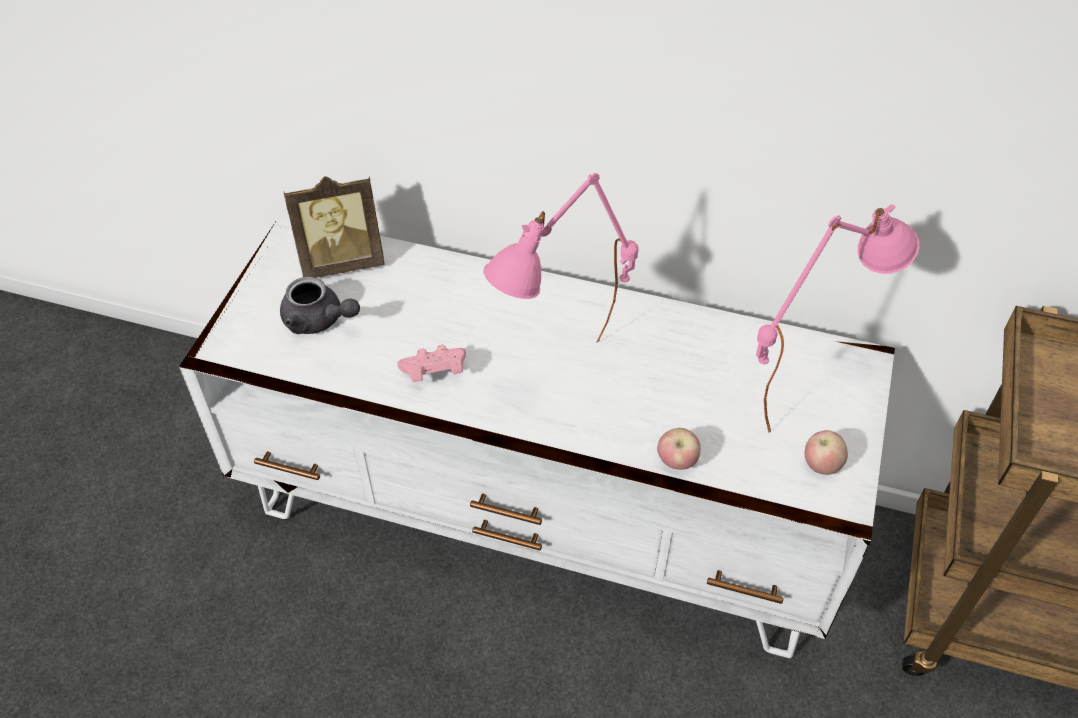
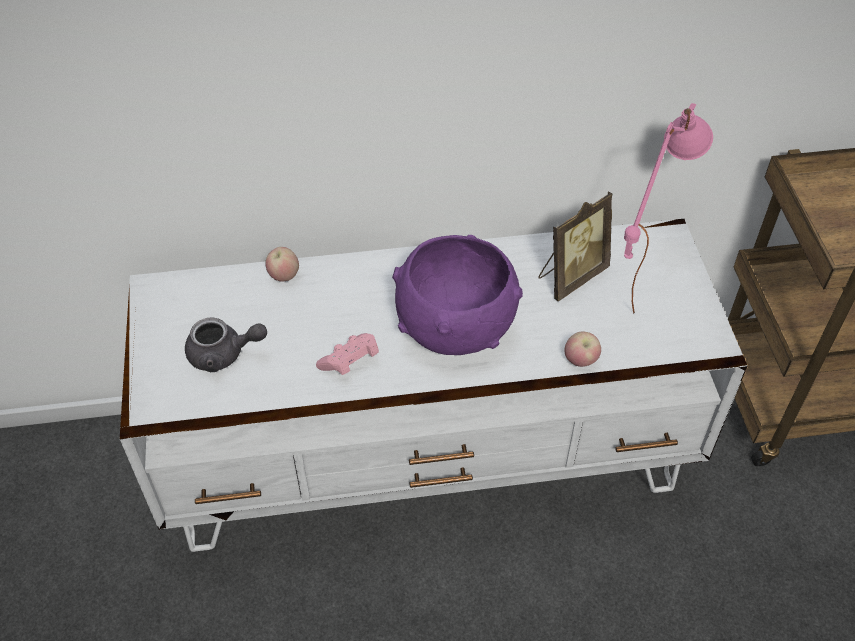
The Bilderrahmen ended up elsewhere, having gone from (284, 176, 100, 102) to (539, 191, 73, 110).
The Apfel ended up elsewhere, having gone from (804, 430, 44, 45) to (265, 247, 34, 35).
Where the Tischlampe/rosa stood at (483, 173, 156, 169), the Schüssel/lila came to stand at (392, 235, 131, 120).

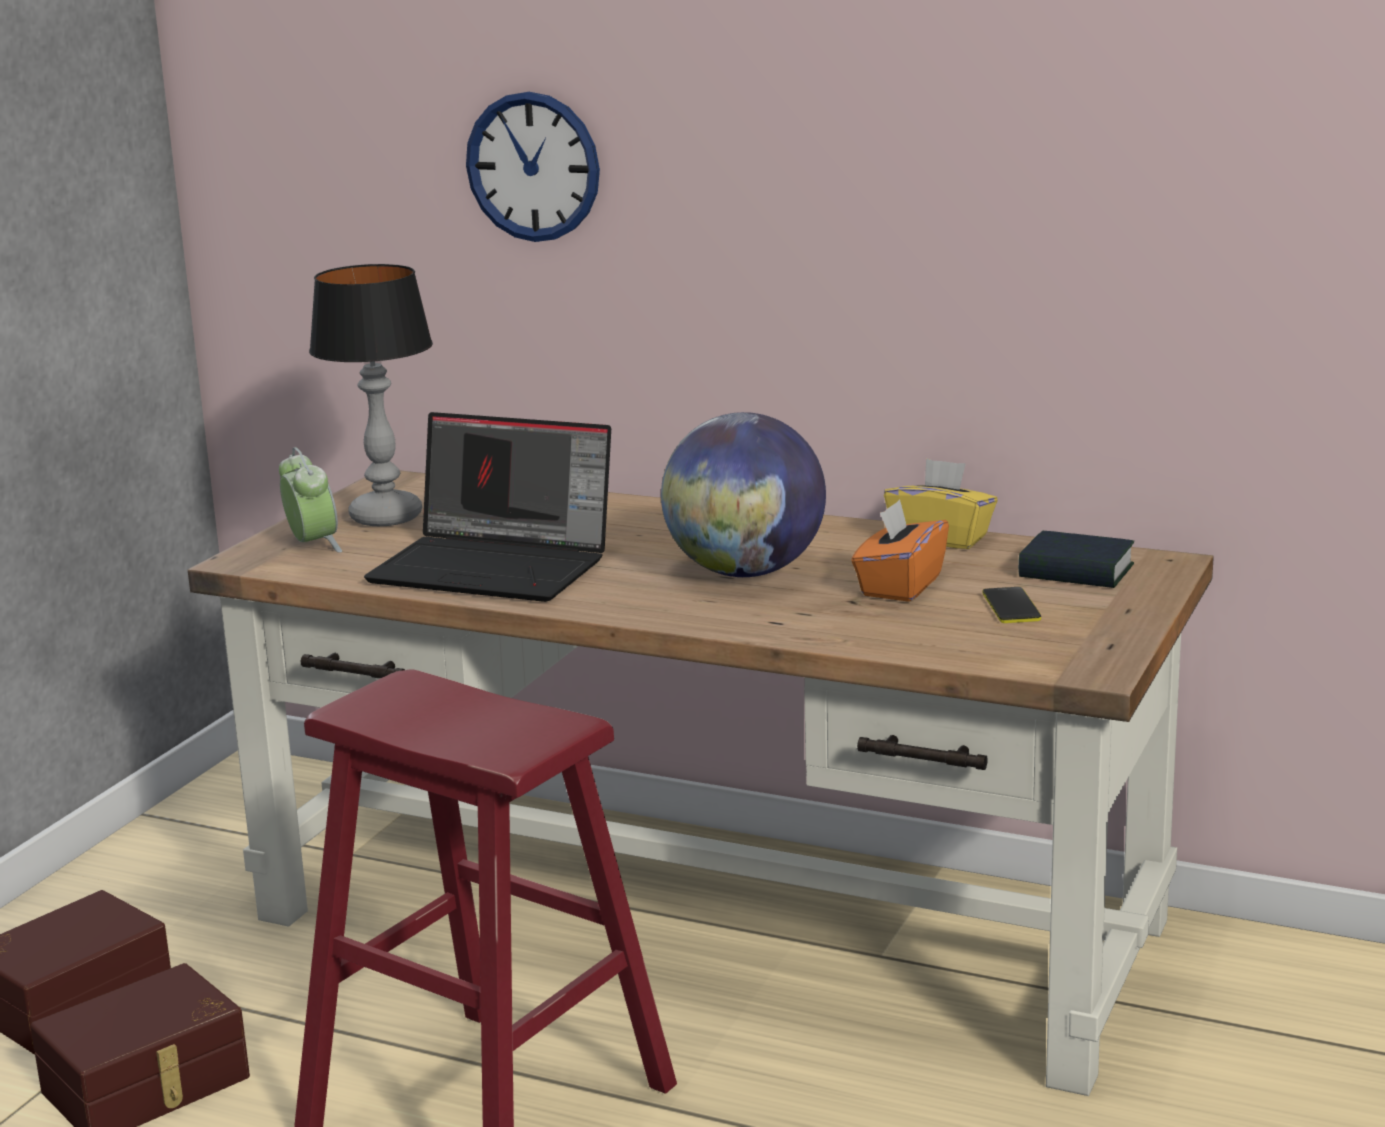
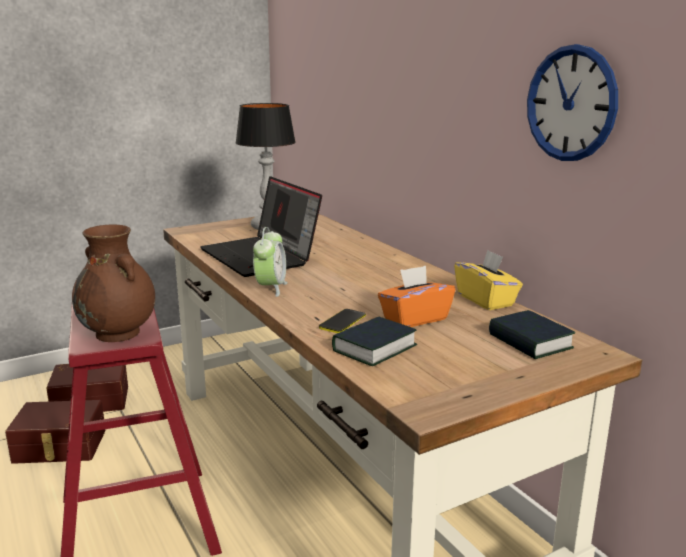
The second view lost the Globus at (661, 412, 165, 165).
The second view gained the Vase/braun at (72, 224, 83, 118).
The second view gained the Buch at (332, 317, 86, 49).
The Wecker ended up elsewhere, having gone from (279, 447, 63, 106) to (253, 227, 35, 70).
The Wanduhr ended up elsewhere, having gone from (466, 92, 134, 150) to (527, 44, 91, 117).
The Handy ended up elsewhere, having gone from (982, 587, 59, 36) to (319, 309, 47, 24).

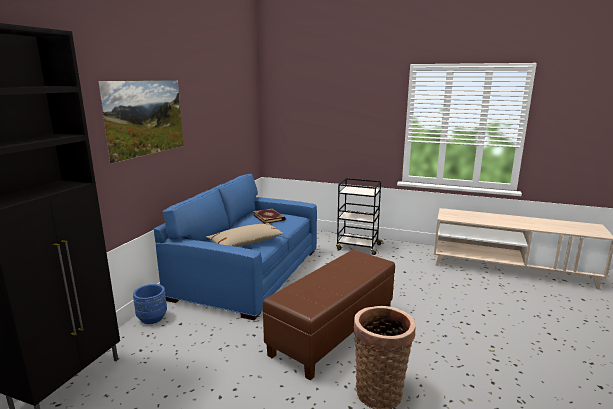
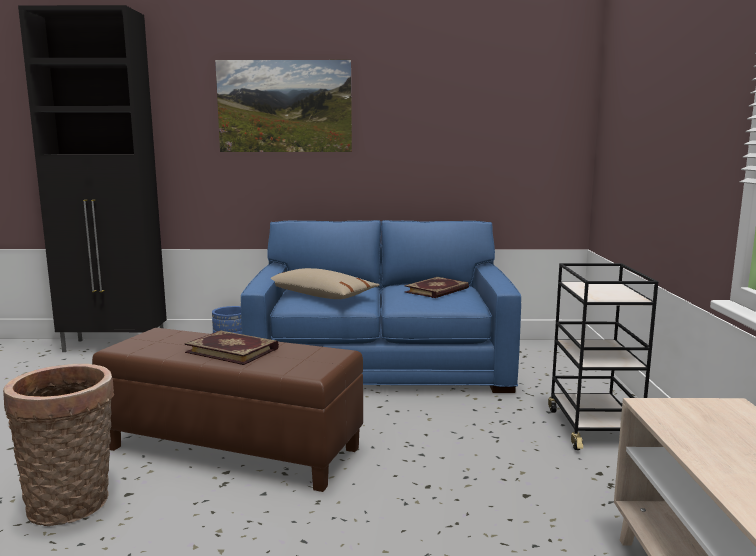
The second view gained the Buch at (184, 330, 95, 35).

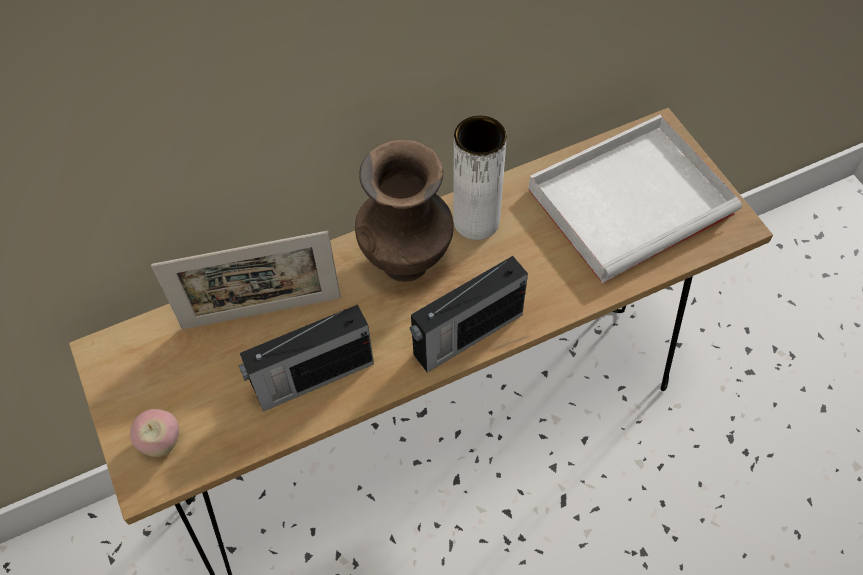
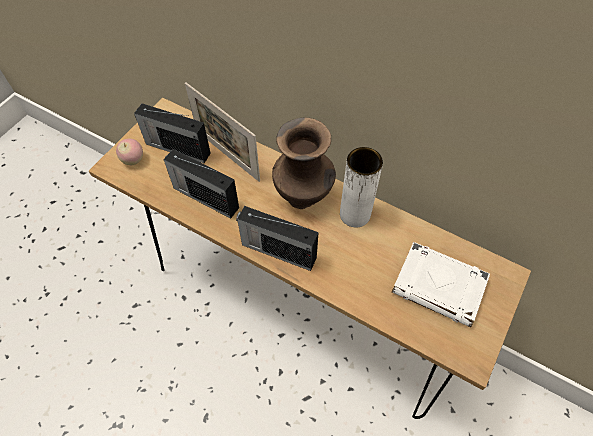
The second view gained the Radio at (134, 104, 77, 59).
Where the Tablett/weiß stood at (528, 115, 214, 168), the Buch/weiß came to stand at (392, 242, 98, 85).

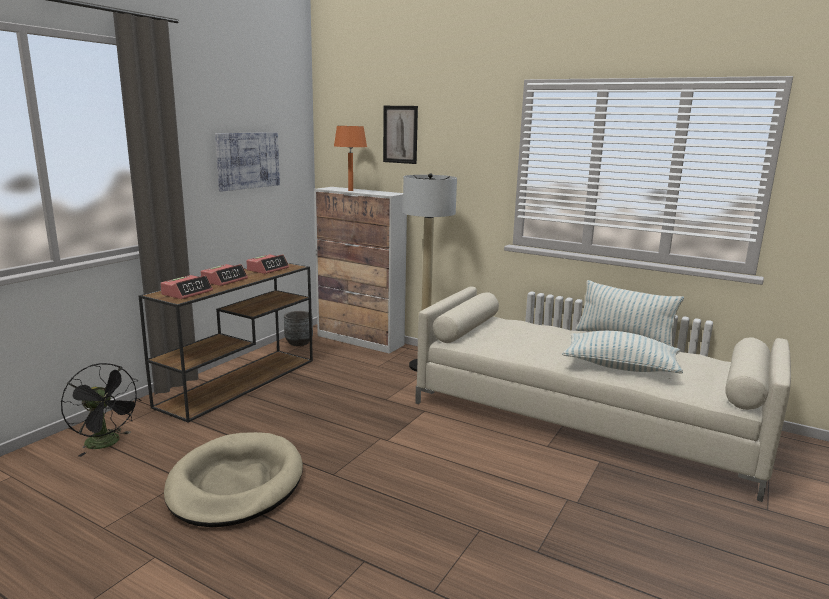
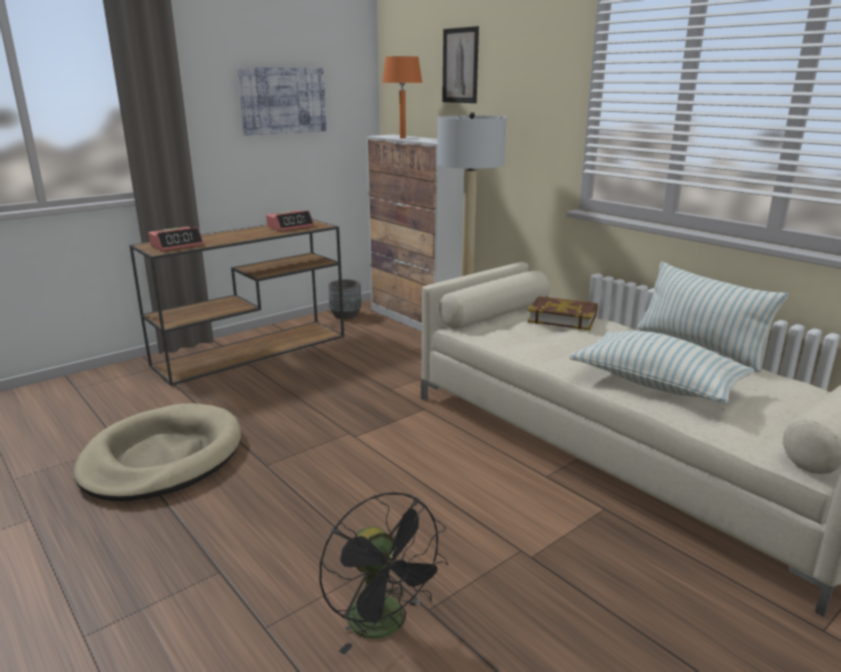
The second view lost the Wecker at (200, 264, 48, 22).
The second view gained the Buch at (527, 296, 71, 34).
The Ventilator/schwarz ended up elsewhere, having gone from (61, 363, 81, 94) to (319, 492, 130, 162).

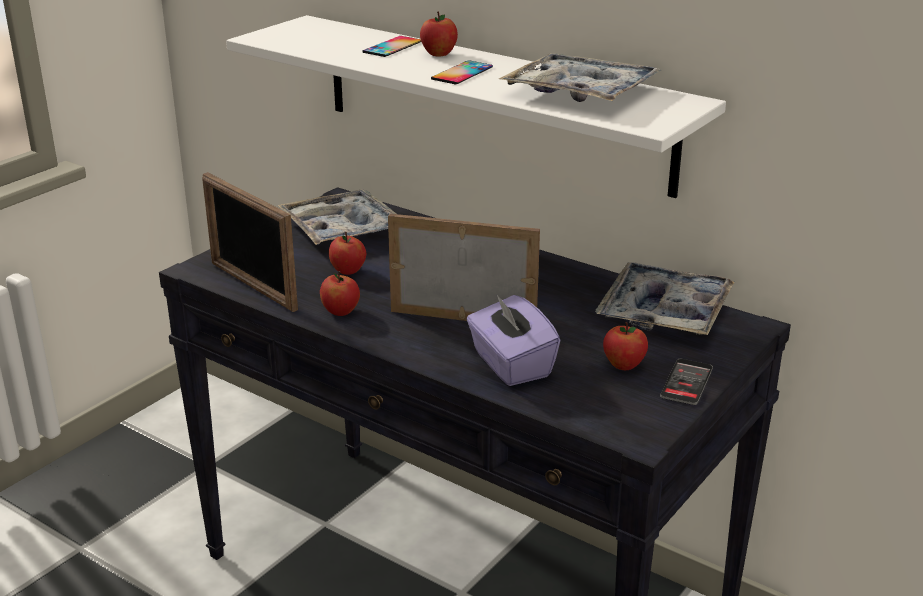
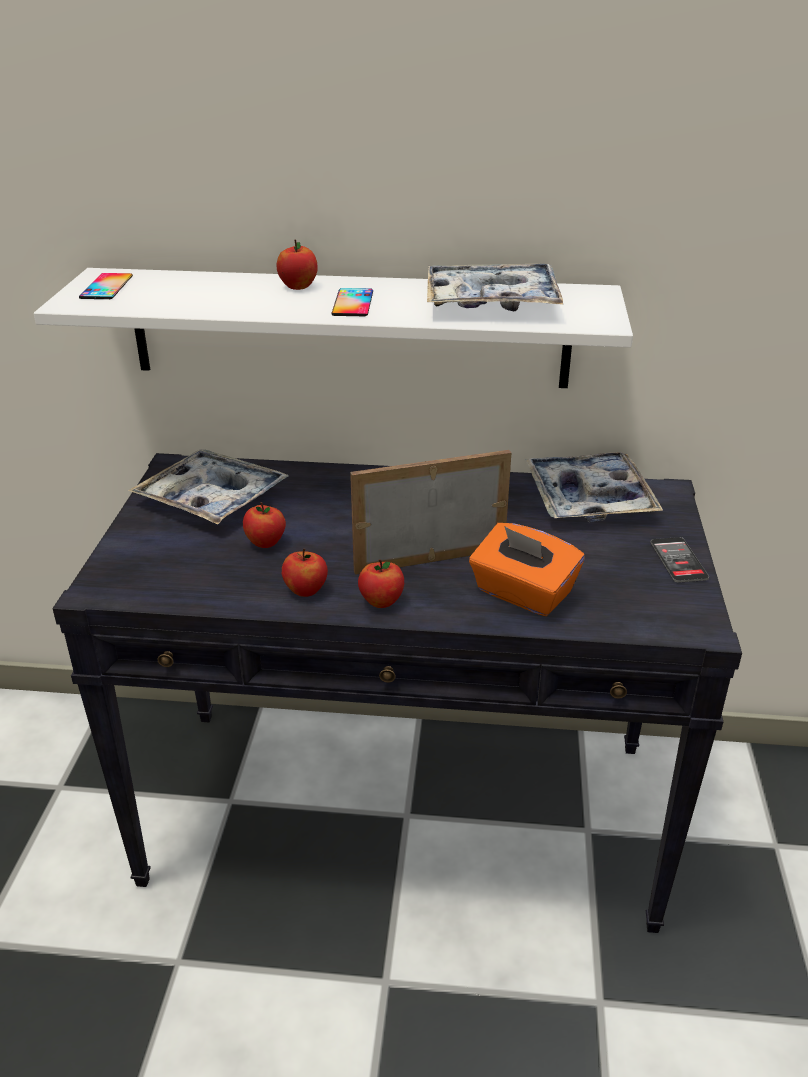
The second view lost the Bilderrahmen at (202, 172, 96, 140).
The Handy ended up elsewhere, having gone from (362, 36, 59, 21) to (79, 273, 54, 26).
The Apfel ended up elsewhere, having gone from (603, 322, 45, 48) to (358, 559, 46, 49).
What was the Taschentuchbox/lila at (466, 293, 95, 93) turned into the Taschentuchbox/orange at (469, 523, 115, 93).

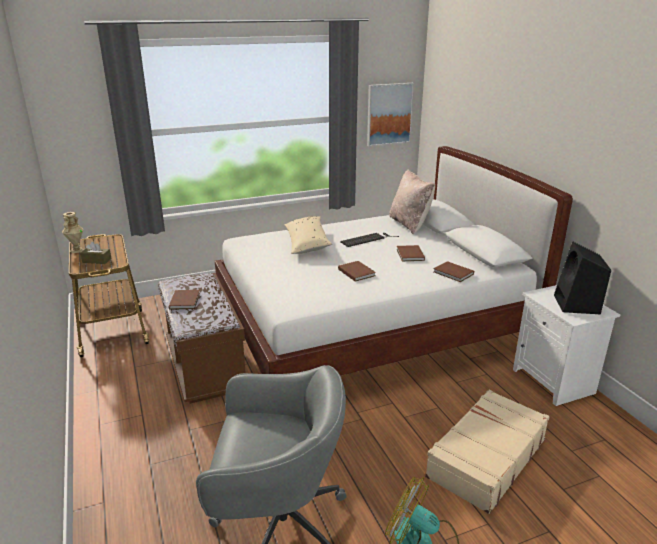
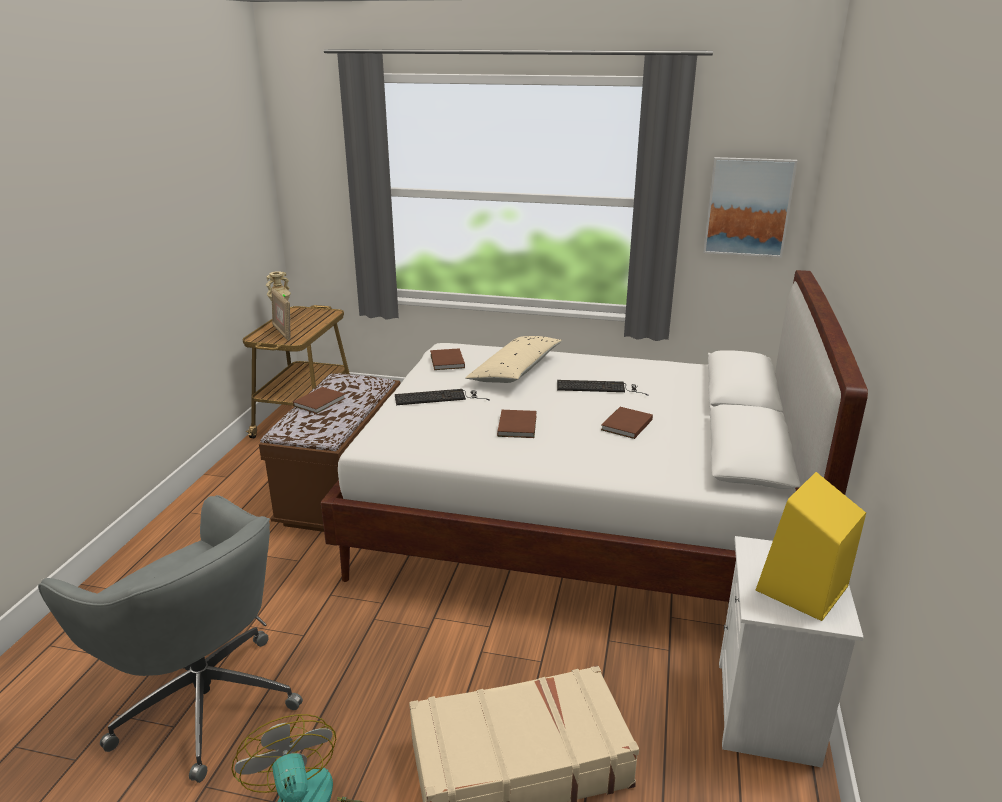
The second view lost the Kissen/beige at (389, 170, 46, 64).
The second view gained the Tastatur at (395, 389, 94, 16).
The Buch/braun ended up elsewhere, having gone from (434, 261, 40, 21) to (430, 348, 35, 22).
Where the Taschentuchbox/braun stood at (80, 242, 32, 22), the Bilderrahmen came to stand at (272, 288, 19, 53).
What was the Lautsprecher/schwarz at (554, 242, 57, 72) turned into the Lautsprecher/gelb at (756, 472, 110, 149).

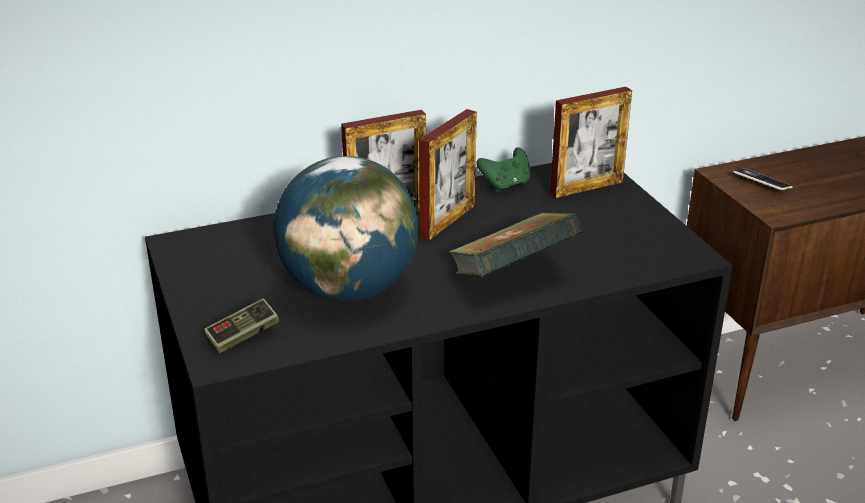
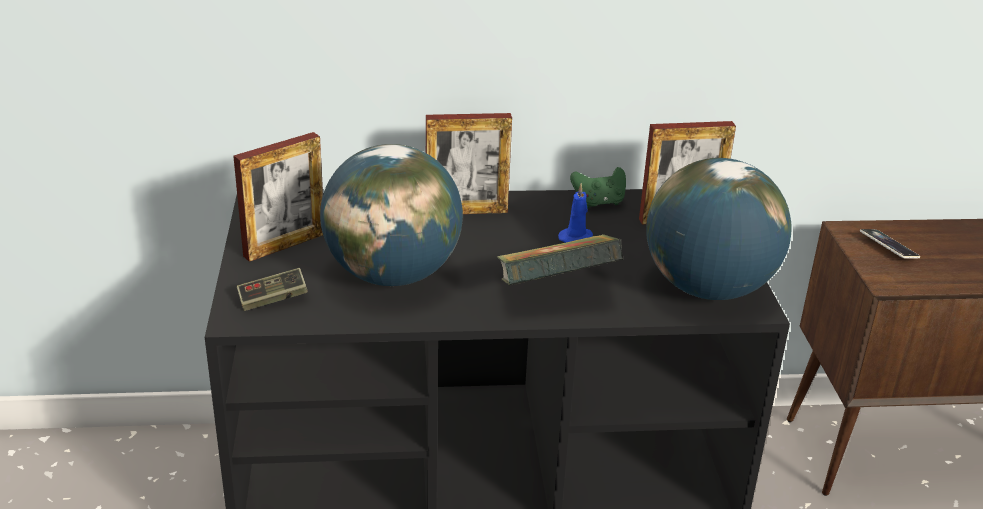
The second view gained the Kerze/blau at (558, 183, 35, 60).
The second view gained the Globus at (646, 158, 146, 142).
The Bilderrahmen ended up elsewhere, having gone from (419, 109, 58, 132) to (233, 132, 90, 130).

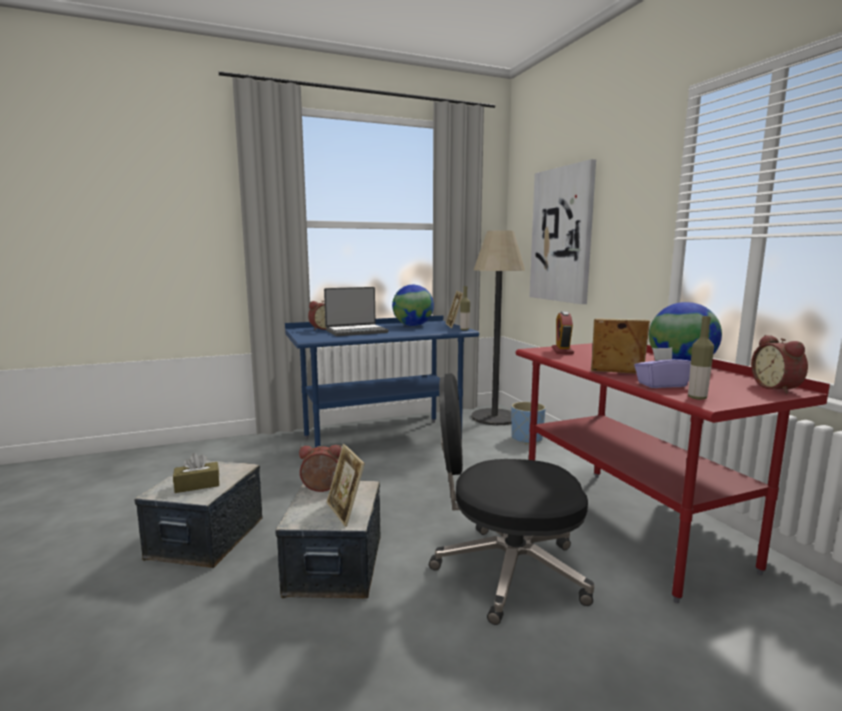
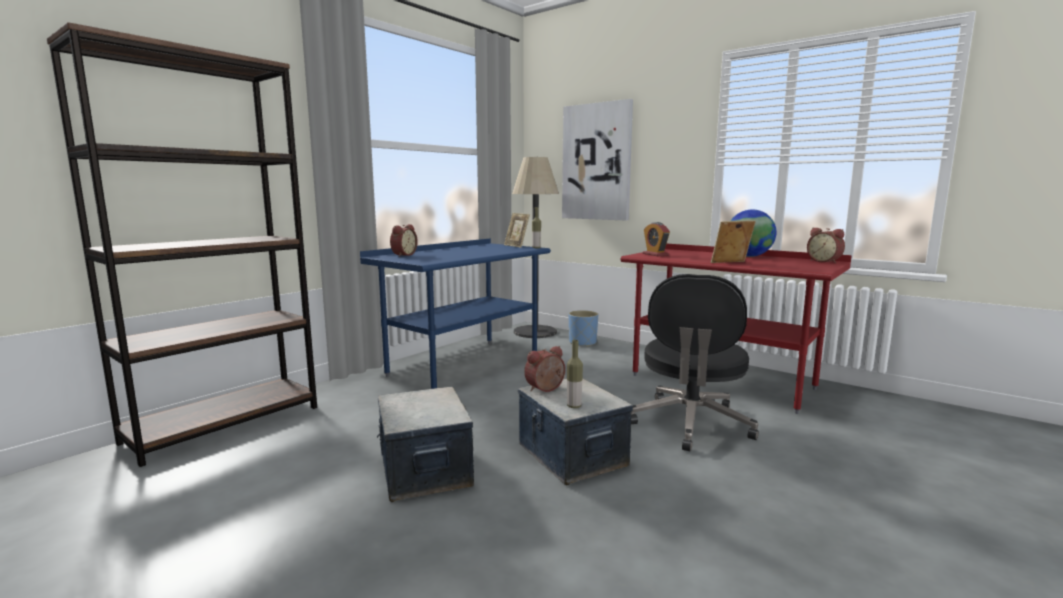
The second view lost the Taschentuchbox/braun at (173, 453, 46, 40).
The second view lost the Laptop at (324, 287, 65, 49).
The second view lost the Bilderrahmen at (326, 444, 39, 83).
The second view lost the Globus at (392, 285, 42, 41).
The second view lost the Taschentuchbox/lila at (634, 347, 57, 41).
The second view gained the Bücherregal/braun at (47, 22, 270, 445).
The Flasche ended up elsewhere, having gone from (688, 316, 26, 84) to (567, 340, 16, 68).
The Bürostuhl/schwarz at (429, 373, 165, 252) ended up facing another way, 45 degrees counterclockwise from before.

